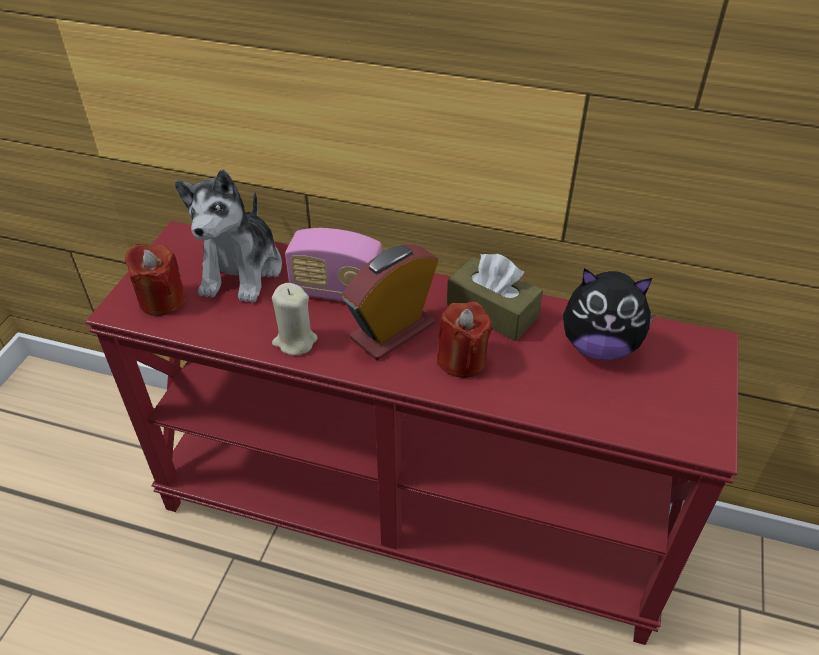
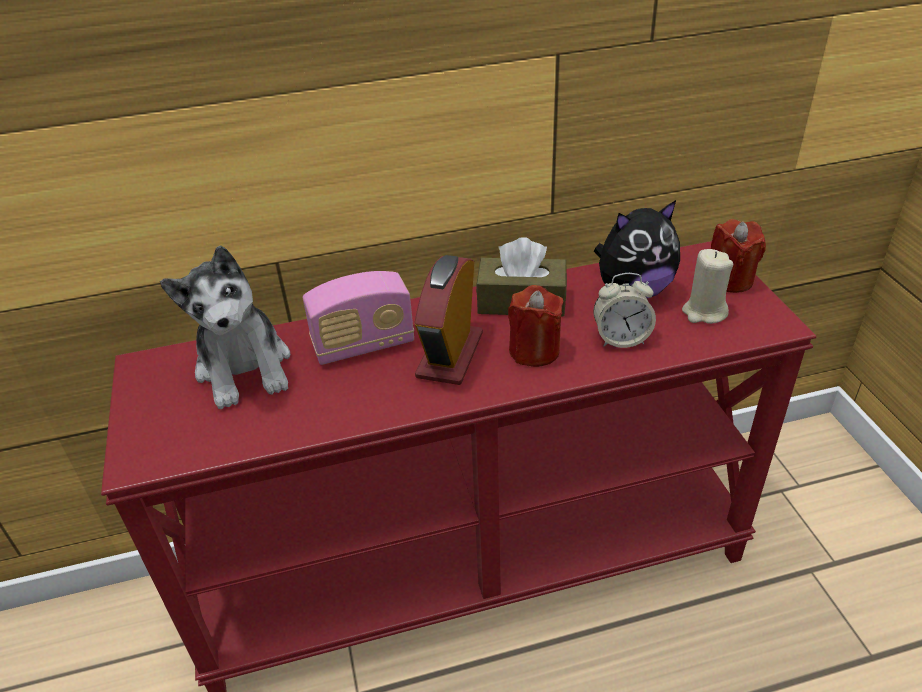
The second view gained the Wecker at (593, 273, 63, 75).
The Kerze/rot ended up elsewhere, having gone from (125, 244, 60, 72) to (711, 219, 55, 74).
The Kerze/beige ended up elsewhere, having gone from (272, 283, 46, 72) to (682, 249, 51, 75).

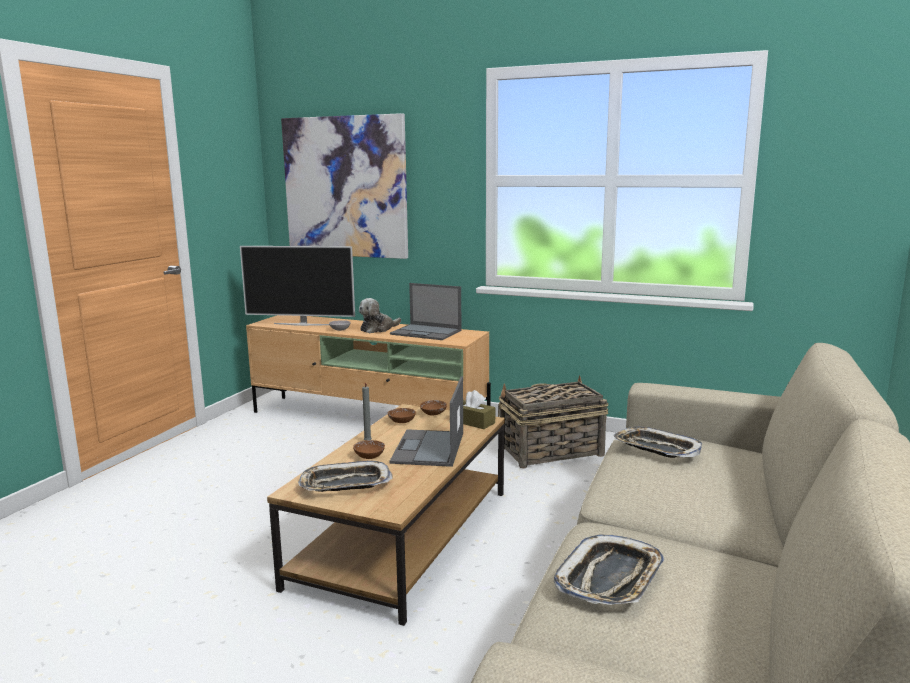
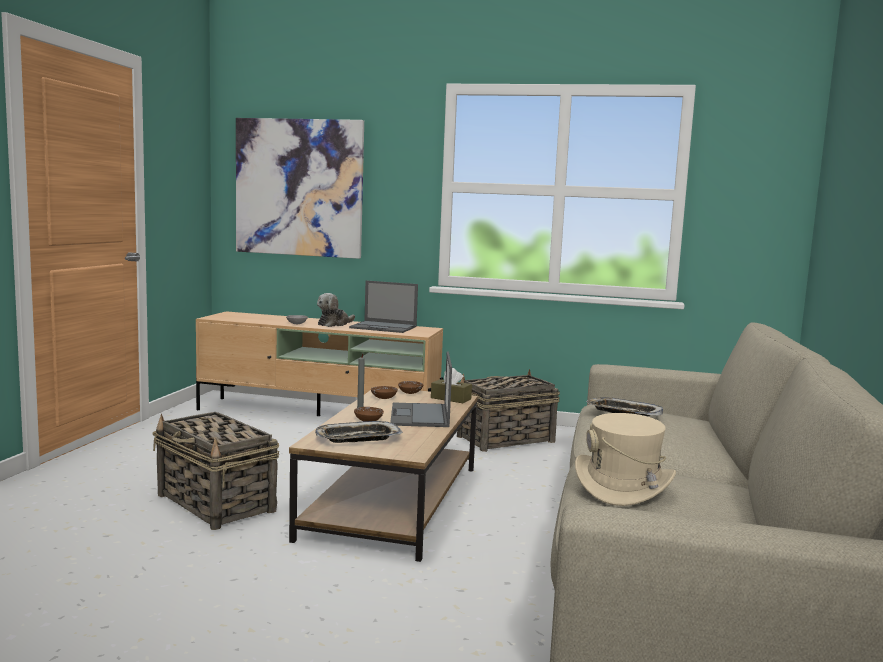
The second view lost the Fernseher at (240, 246, 115, 80).
The second view gained the Korb at (153, 412, 126, 118).
Where the Tablett stood at (554, 534, 110, 71), the Hut/beige came to stand at (575, 413, 101, 93).

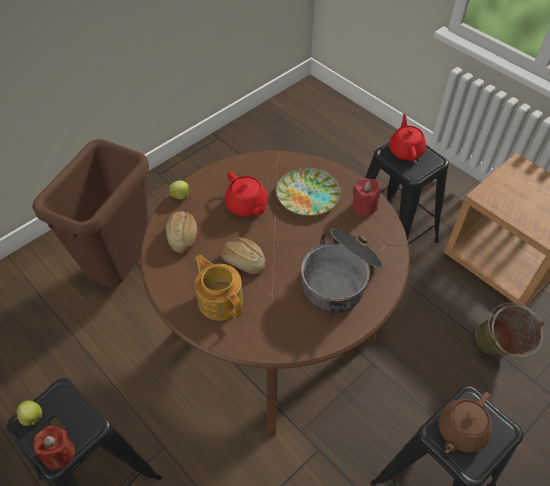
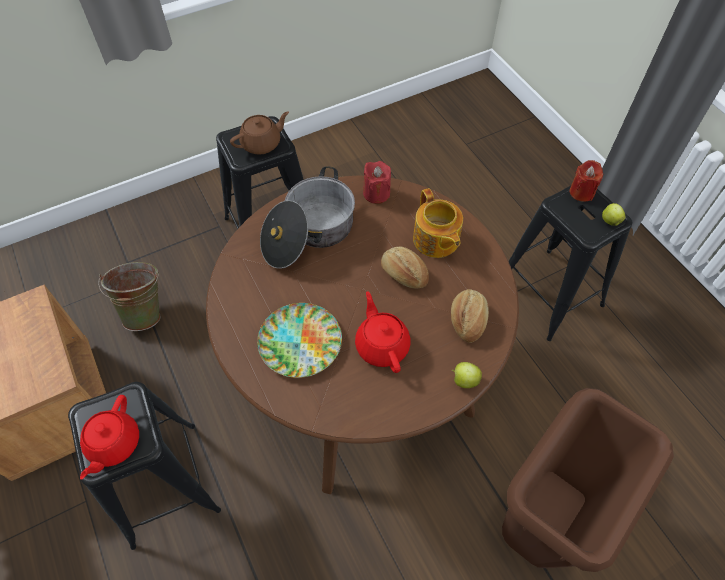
The Kerze/rot ended up elsewhere, having gone from (352, 178, 28, 38) to (363, 161, 28, 43).

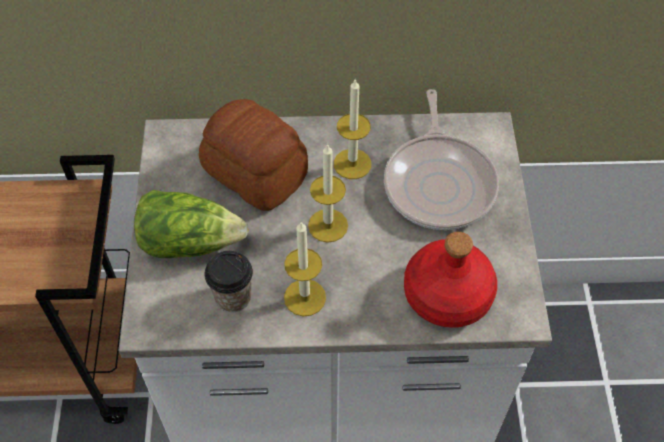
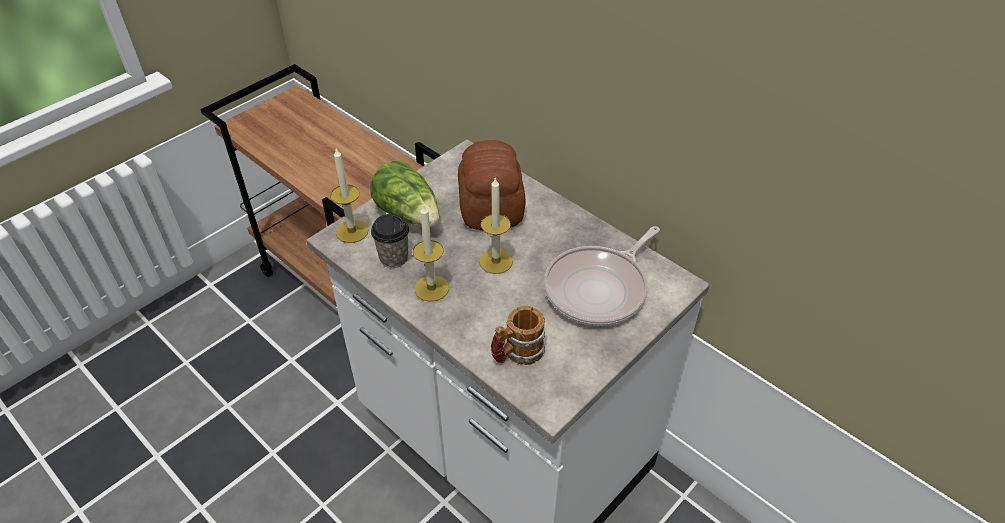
The Kerze ended up elsewhere, having gone from (334, 78, 37, 101) to (330, 148, 39, 95).
Where the Flasche/rot stood at (404, 232, 93, 96), the Henkelbecher came to stand at (491, 306, 54, 59).

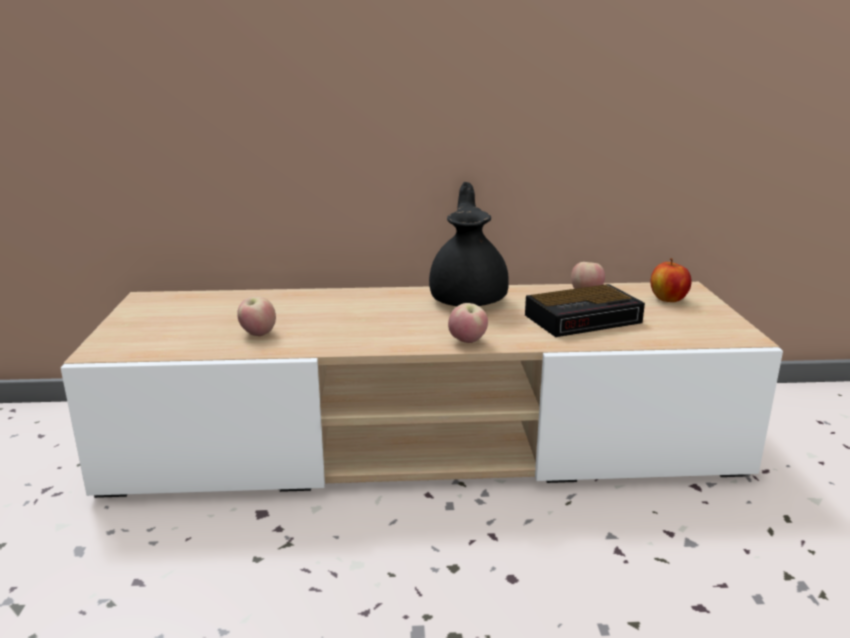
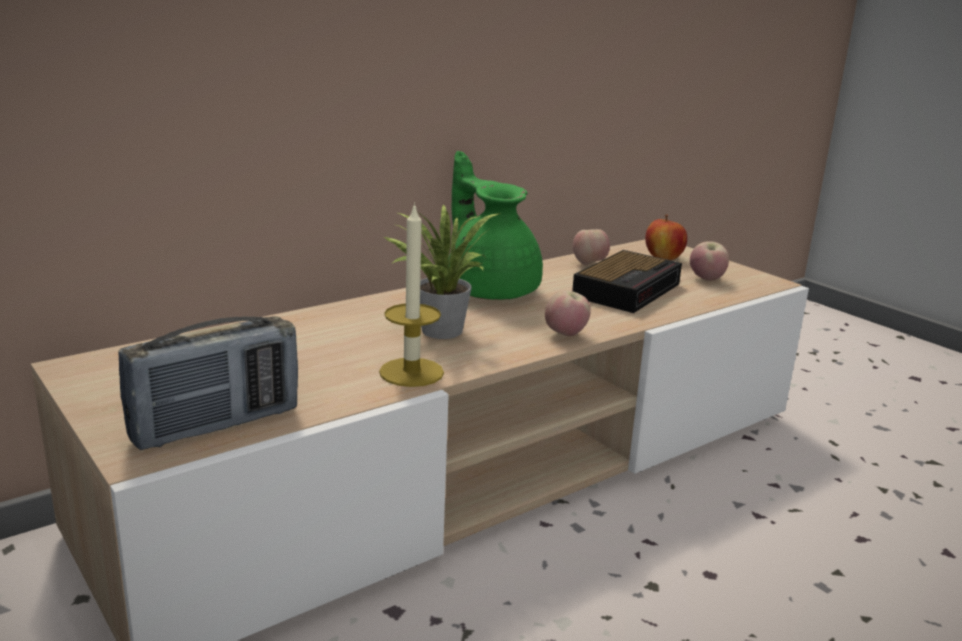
The second view gained the Radio at (118, 316, 180, 134).
The second view gained the Kerze at (379, 202, 65, 185).
The second view gained the Topfpflanze at (384, 204, 117, 135).
The Apfel ended up elsewhere, having gone from (237, 296, 39, 40) to (690, 241, 39, 40).
What was the Teekanne/schwarz at (429, 182, 80, 124) turned into the Teekanne/grün at (448, 151, 95, 149).

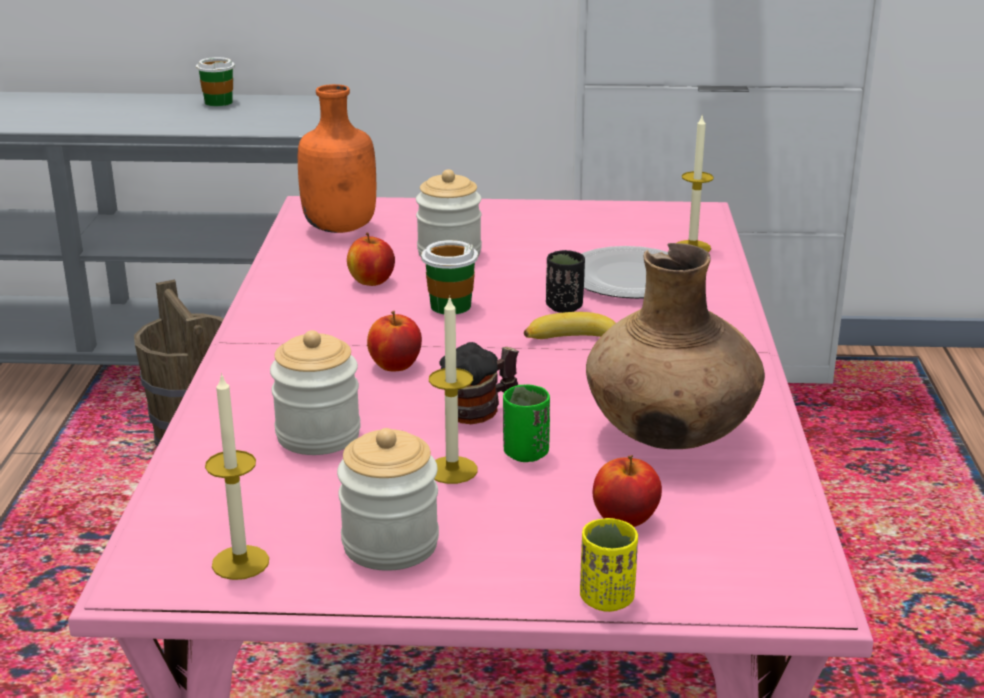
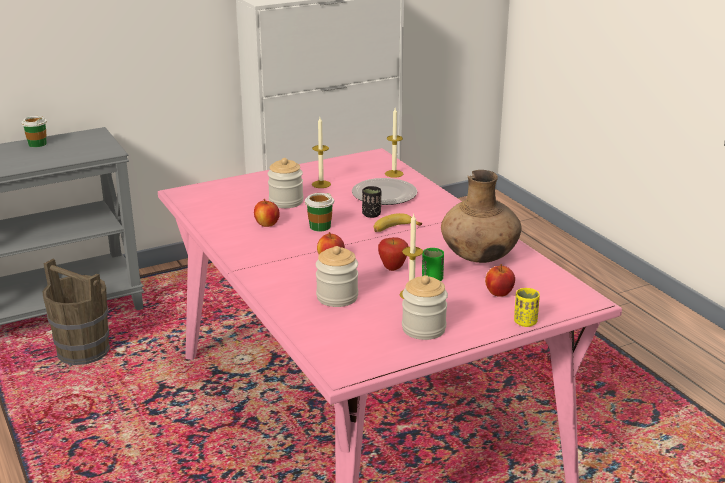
The second view lost the Flasche/orange at (298, 84, 78, 149).
The Kerze ended up elsewhere, having gone from (205, 373, 64, 207) to (312, 118, 19, 70).
Where the Henkelbecher stood at (439, 342, 80, 82), the Apfel came to stand at (378, 237, 31, 34).

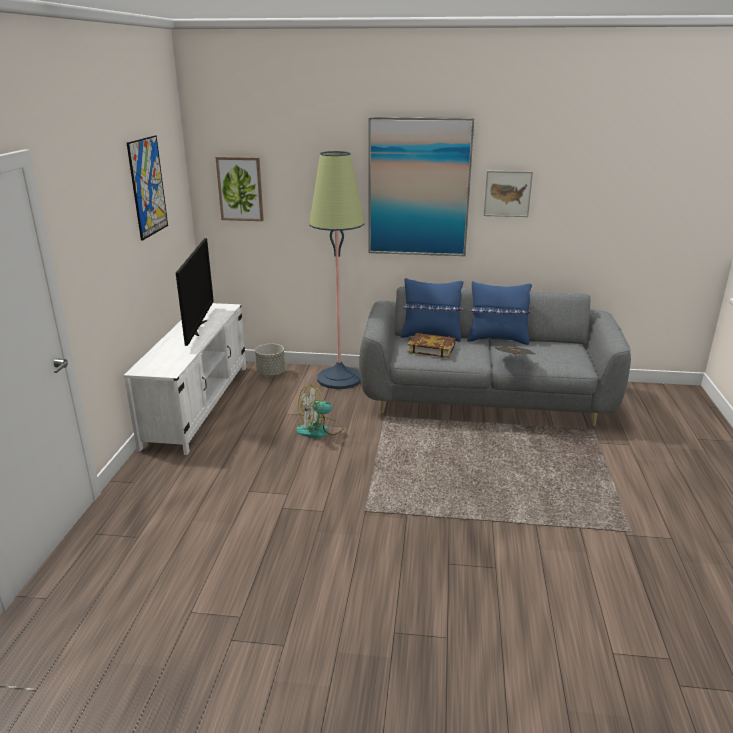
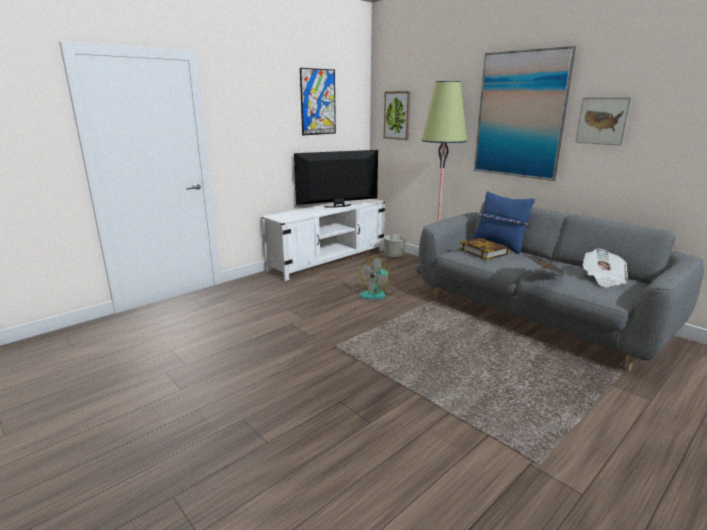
The second view lost the Kissen/blau at (467, 281, 65, 64).
The second view gained the Zeitung at (582, 249, 46, 38).
The Fernseher at (176, 238, 38, 108) ended up facing another way, 150 degrees counterclockwise from before.
The Ventilator at (296, 385, 48, 54) ended up facing another way, 60 degrees counterclockwise from before.

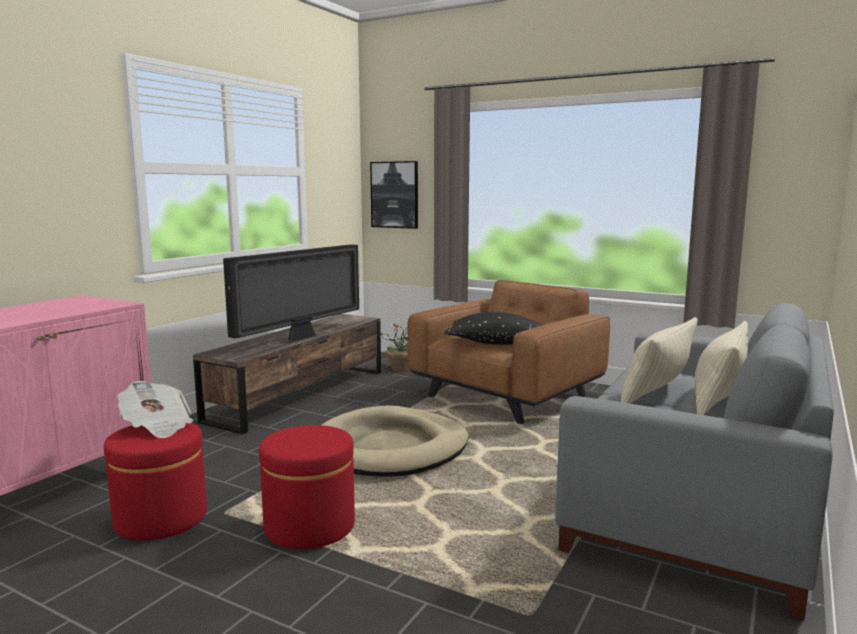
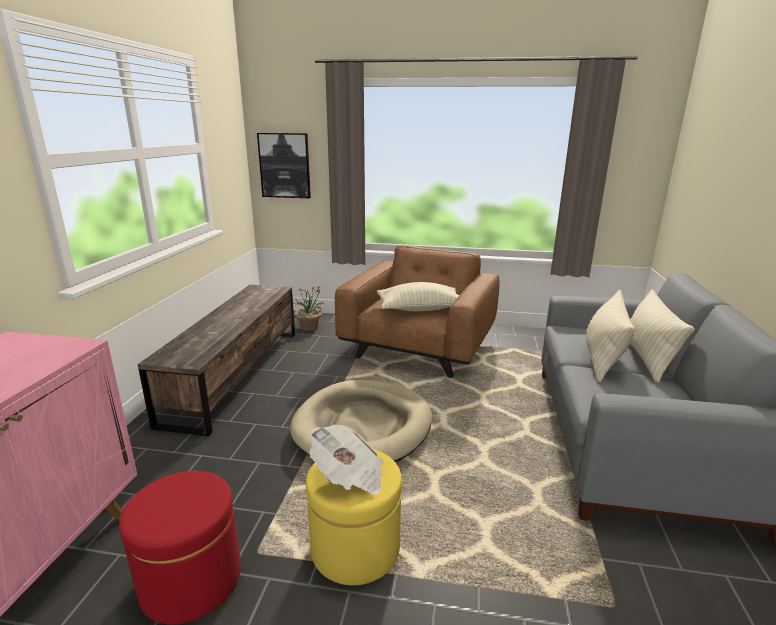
The second view lost the Fernseher at (223, 244, 136, 99).
The Zeitung ended up elsewhere, having gone from (117, 381, 76, 57) to (309, 425, 75, 70).
What was the Polsterhocker/rot at (259, 425, 96, 124) turned into the Polsterhocker/gelb at (306, 449, 96, 136).
What was the Kissen/schwarz at (444, 312, 101, 33) turned into the Kissen/beige at (377, 282, 82, 30).

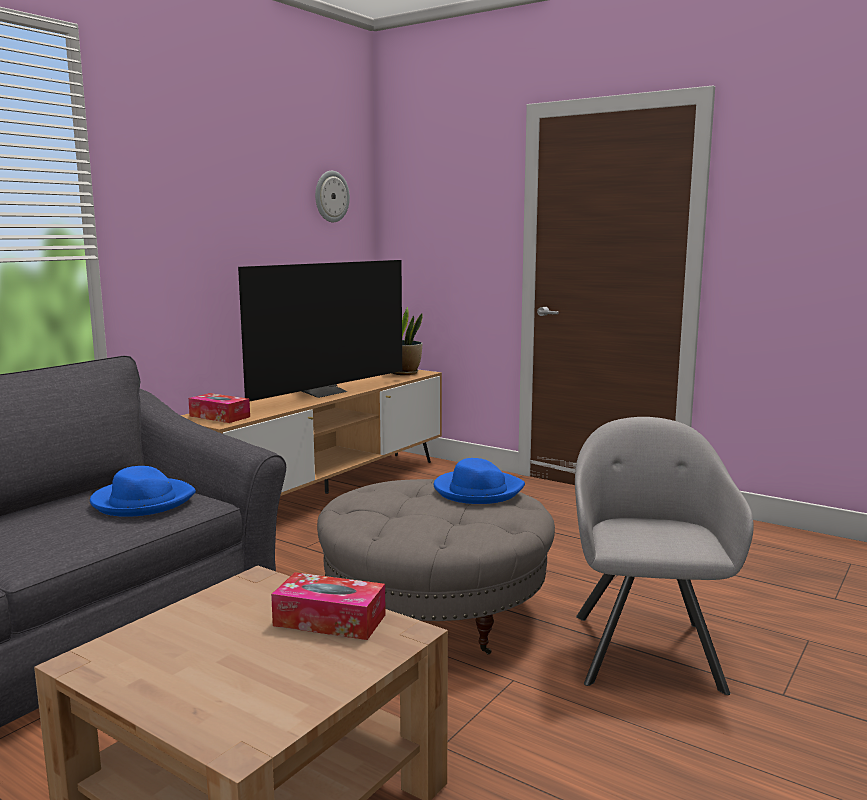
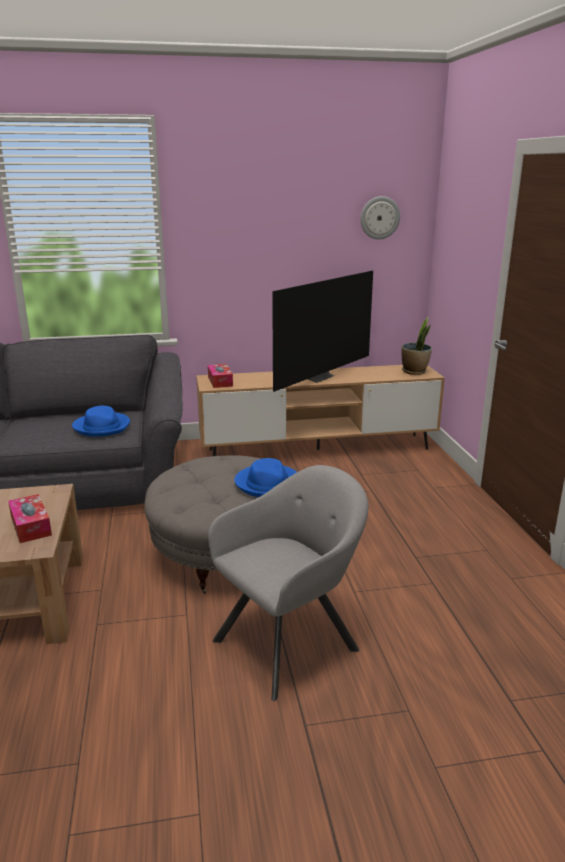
The Fernseher at (238, 260, 164, 141) ended up facing another way, 45 degrees counterclockwise from before.

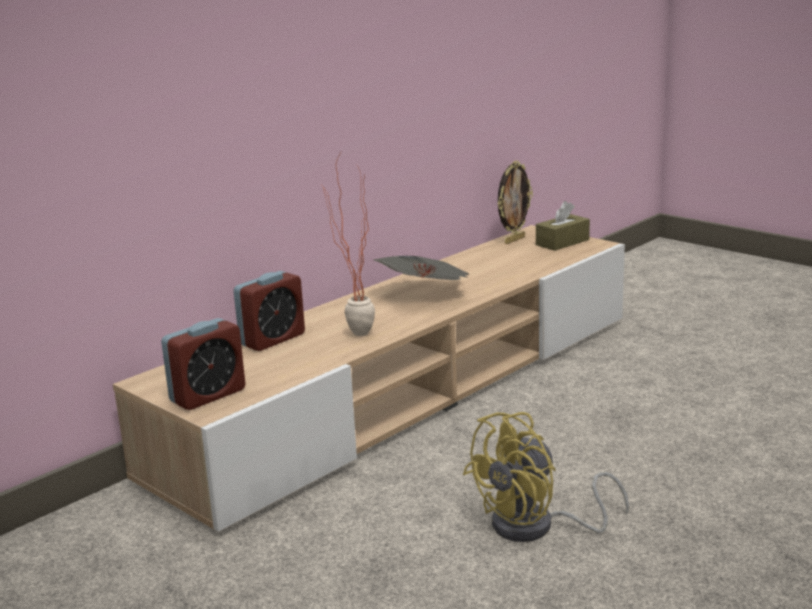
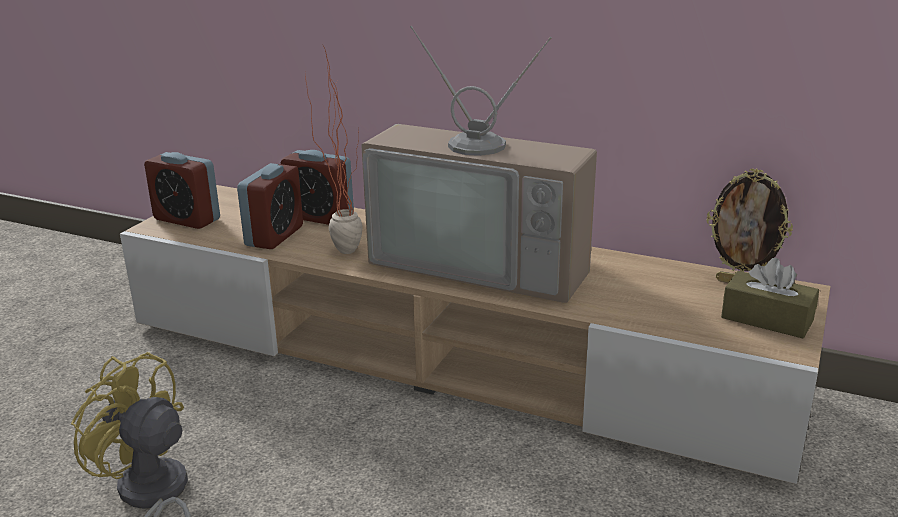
The second view gained the Wecker at (237, 163, 66, 86).
Where the Zeitung stood at (373, 256, 96, 24), the Fernseher came to stand at (361, 25, 236, 278).

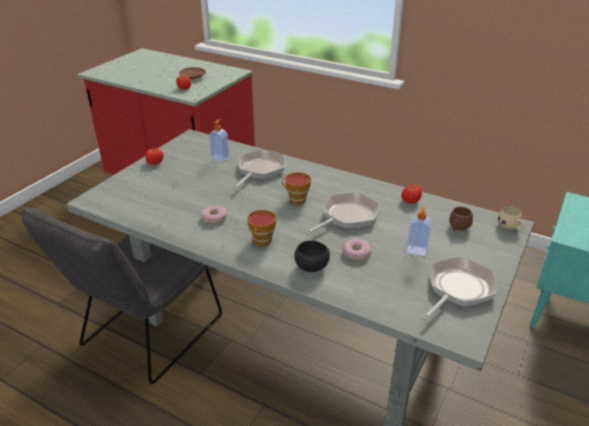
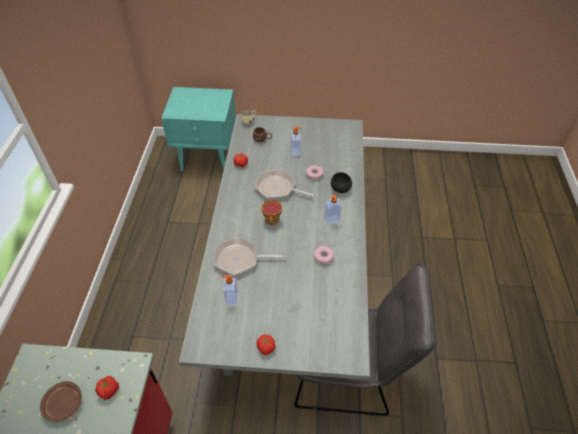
The second view lost the Pfanne at (423, 256, 74, 65).
Where the Tasse stood at (247, 210, 29, 36), the Seifenspender came to stand at (324, 194, 18, 30).

